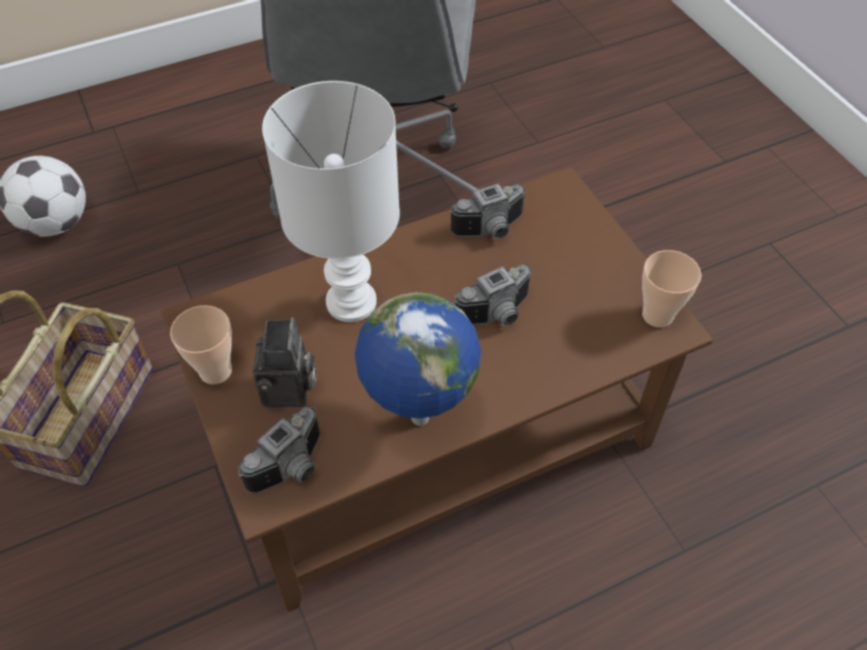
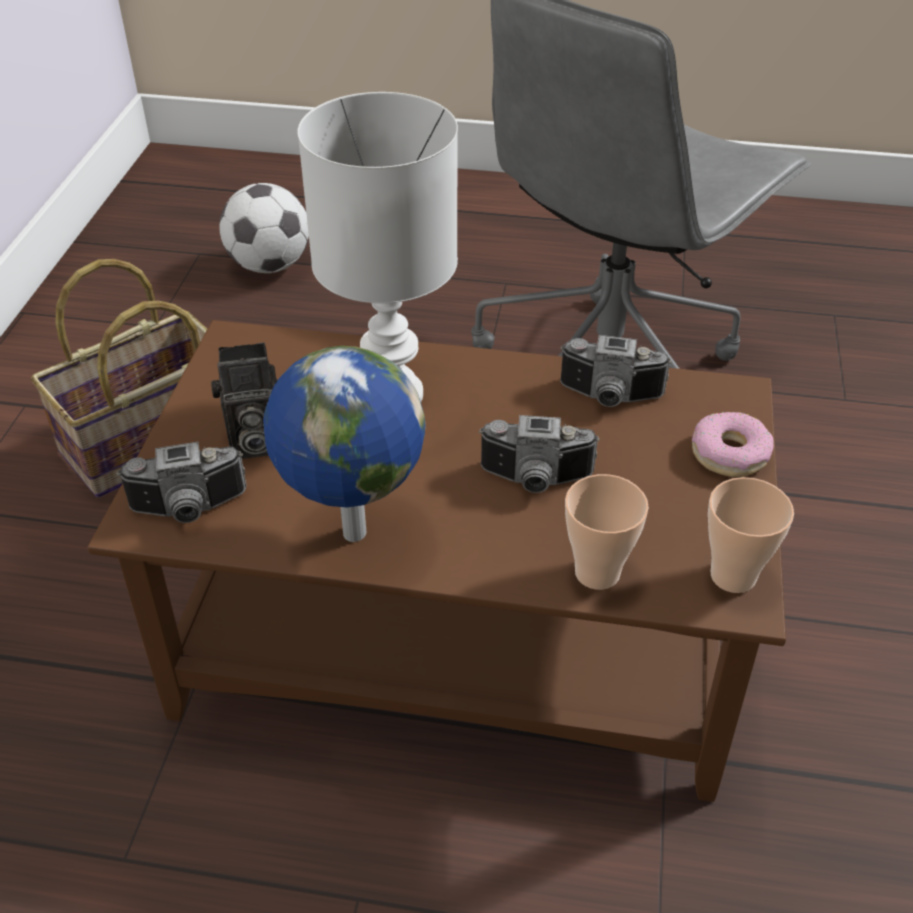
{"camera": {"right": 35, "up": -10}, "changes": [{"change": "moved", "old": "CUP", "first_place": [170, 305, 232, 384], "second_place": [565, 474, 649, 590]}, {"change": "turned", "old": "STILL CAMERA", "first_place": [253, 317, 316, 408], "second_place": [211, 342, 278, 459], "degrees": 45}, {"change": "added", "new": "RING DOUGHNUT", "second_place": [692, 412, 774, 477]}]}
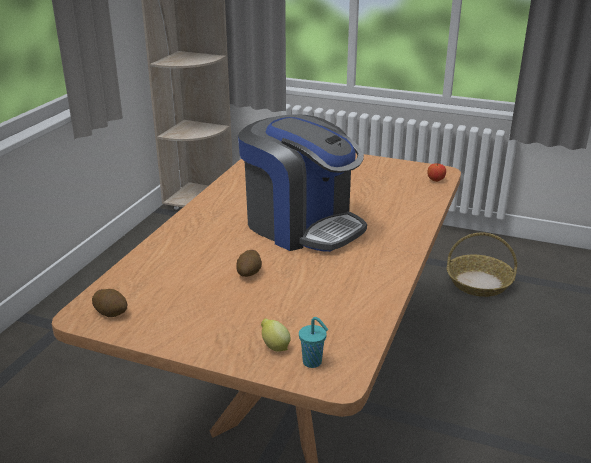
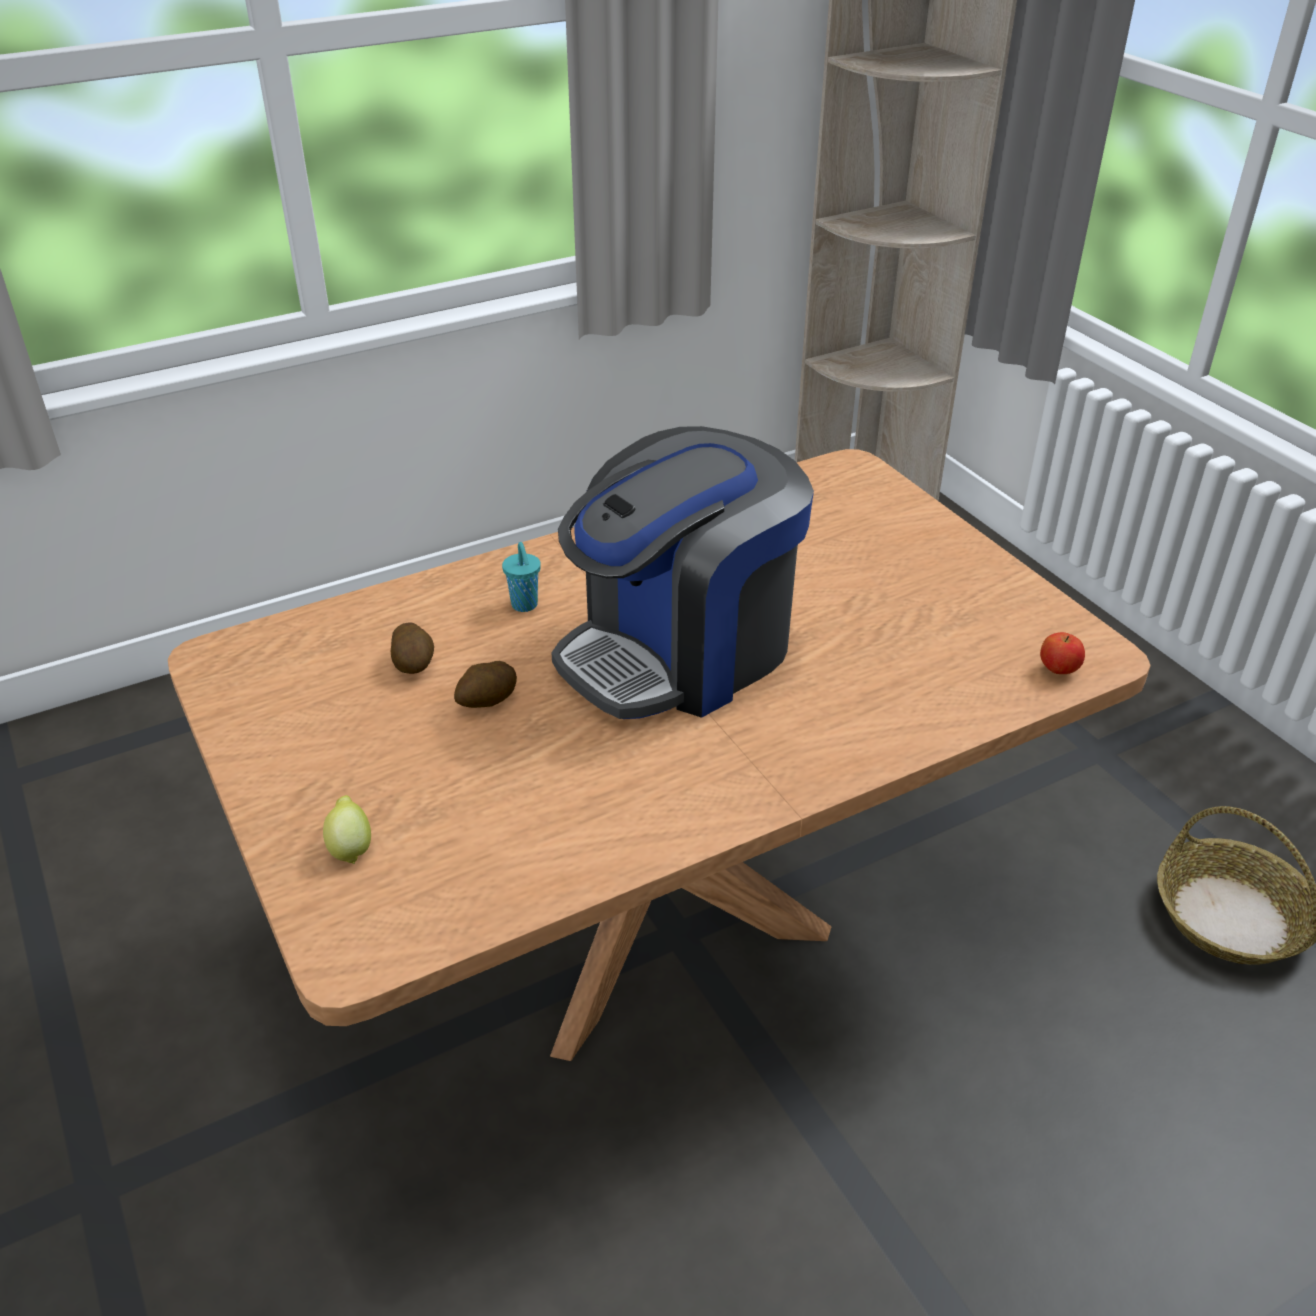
{"camera": {"right": 40, "up": 10}, "changes": [{"change": "turned", "old": "COFFEE BREWER", "first_place": [238, 114, 367, 252], "second_place": [551, 426, 814, 719], "degrees": 60}, {"change": "moved", "old": "WHOLE POTATO", "first_place": [92, 289, 128, 317], "second_place": [391, 622, 434, 674]}, {"change": "moved", "old": "TURQUOISE CUP", "first_place": [299, 317, 328, 368], "second_place": [502, 542, 541, 612]}]}
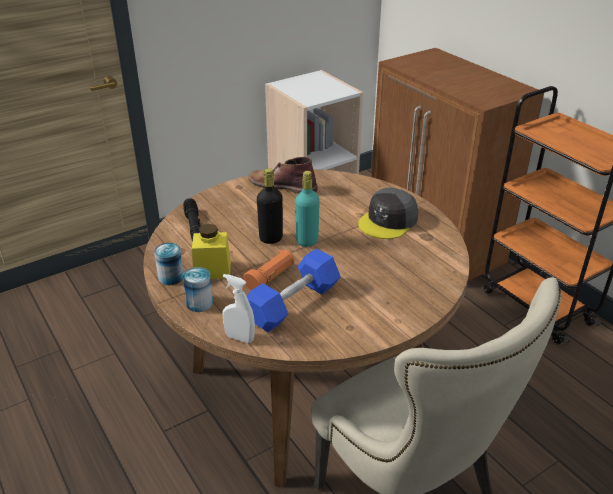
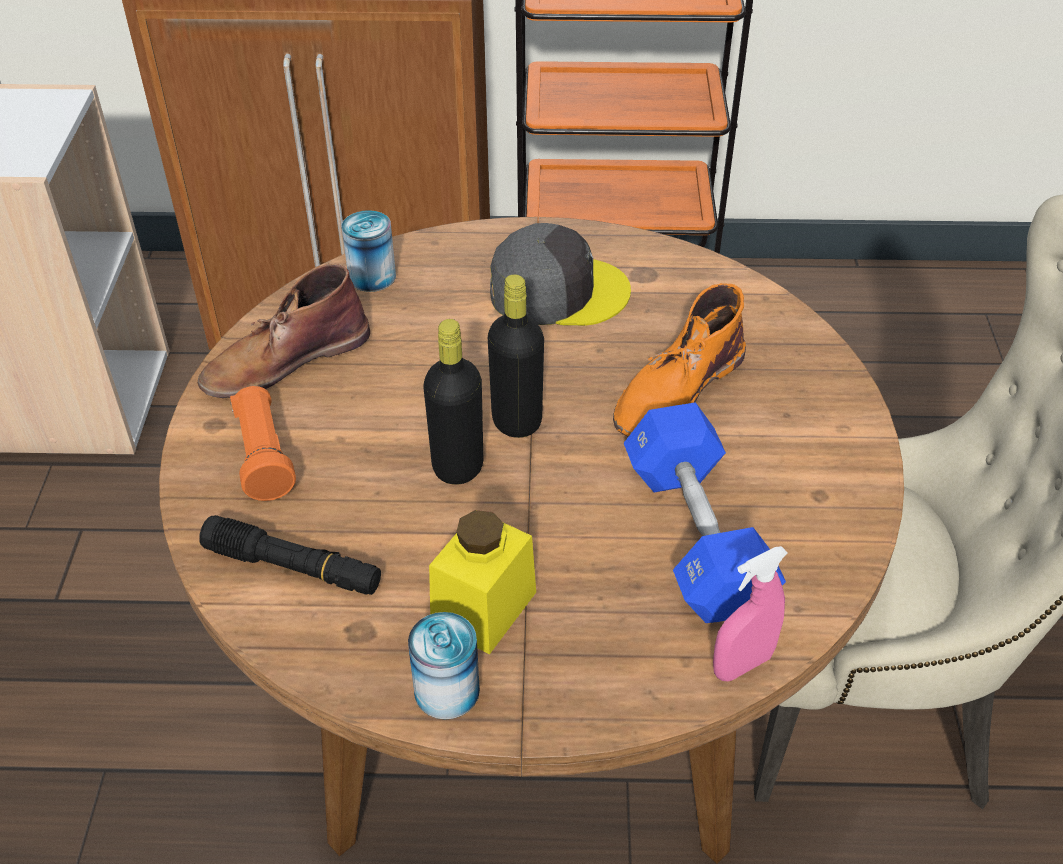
{"camera": {"right": -55, "up": 10}, "changes": [{"change": "recoloured", "old": "TURQUOISE DRINK BOTTLE", "new": "BLACK-COLOURED DRINK BOTTLE", "first_place": [295, 171, 320, 247], "second_place": [488, 274, 544, 438]}, {"change": "turned", "old": "GREY BASEBALL CAP", "first_place": [358, 187, 418, 239], "second_place": [490, 223, 631, 326], "degrees": -75}, {"change": "moved", "old": "ORANGE-COLOURED HAND TORCH", "first_place": [243, 250, 295, 291], "second_place": [230, 386, 296, 501]}, {"change": "moved", "old": "METAL CAN", "first_place": [183, 267, 213, 312], "second_place": [342, 210, 396, 292]}, {"change": "recoloured", "old": "WHITE-COLOURED SPRAYER", "new": "PINKISH SPRAYER", "first_place": [223, 274, 255, 343], "second_place": [713, 546, 788, 681]}, {"change": "added", "new": "ORANGE-COLOURED TALL BOOT", "second_place": [613, 283, 746, 437]}]}
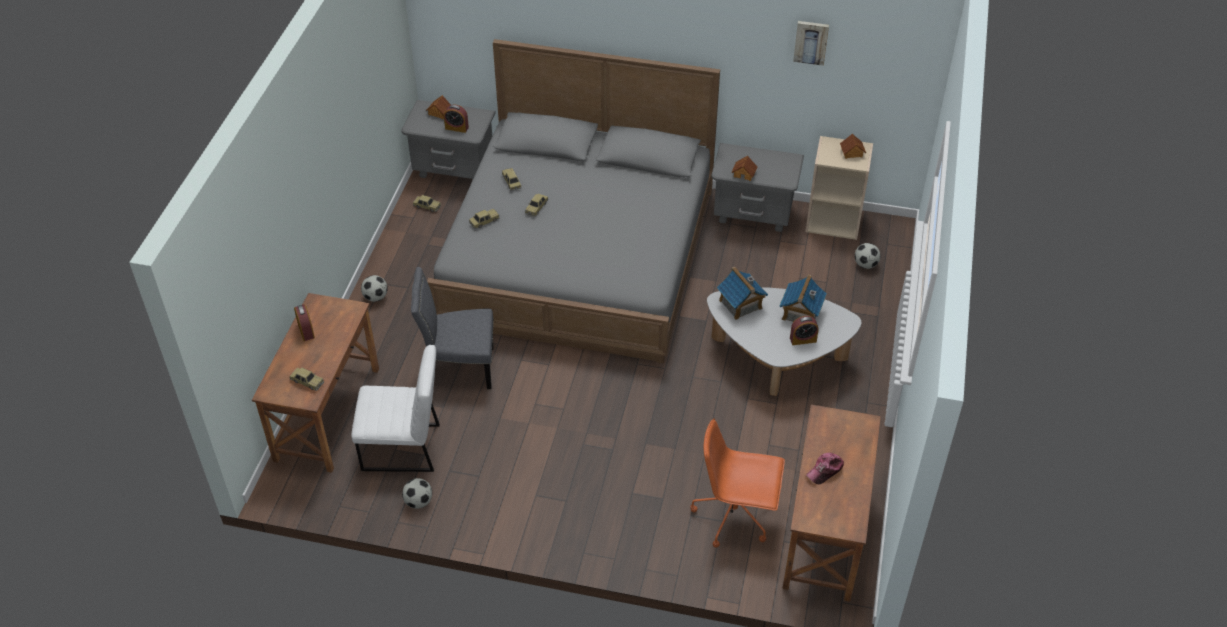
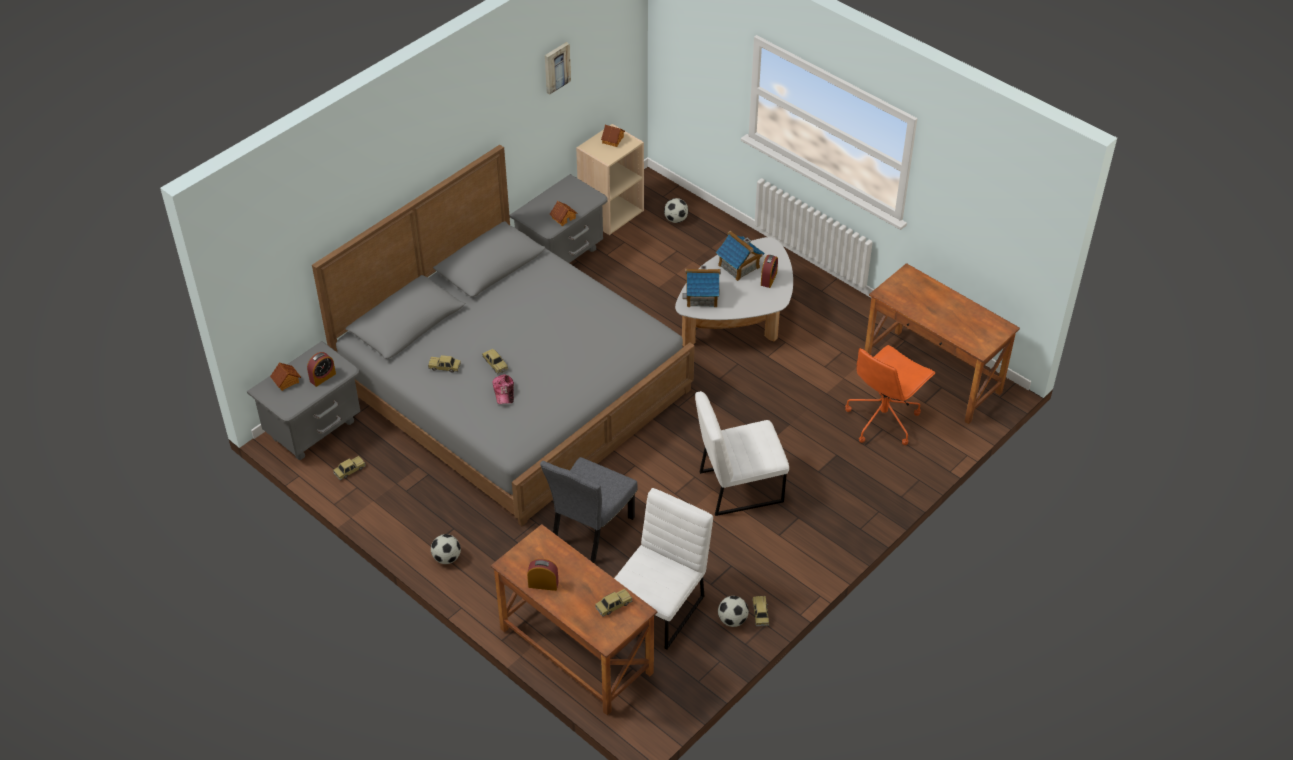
{"camera": {"right": -60, "up": 0}, "changes": [{"change": "moved", "old": "MINIATURE CAR", "first_place": [469, 209, 500, 229], "second_place": [752, 596, 769, 626]}, {"change": "moved", "old": "BASEBALL CAP", "first_place": [806, 453, 844, 484], "second_place": [493, 375, 514, 404]}, {"change": "added", "new": "WHITE-COLOURED PLAIN CHAIR", "second_place": [695, 391, 789, 516]}]}
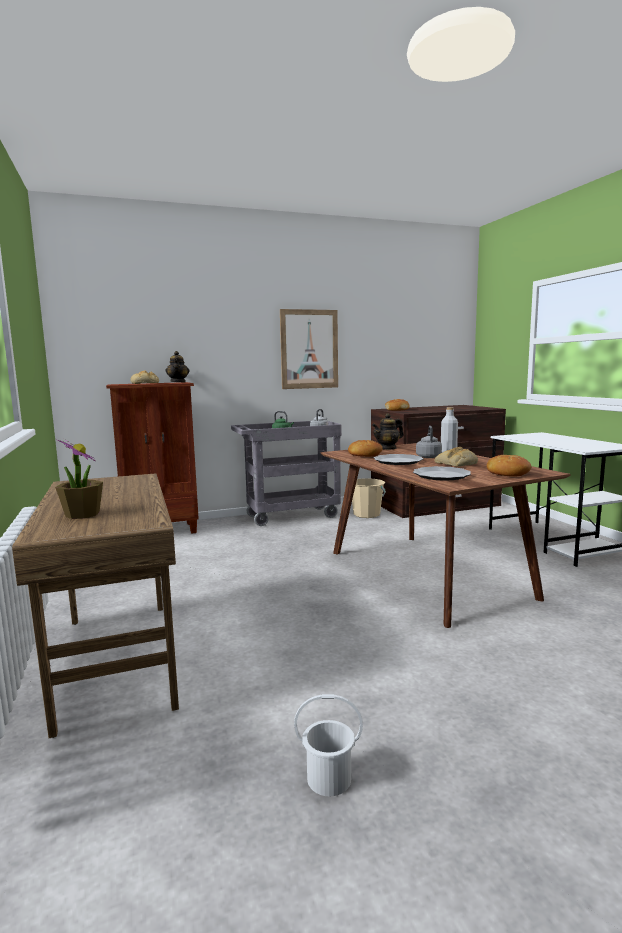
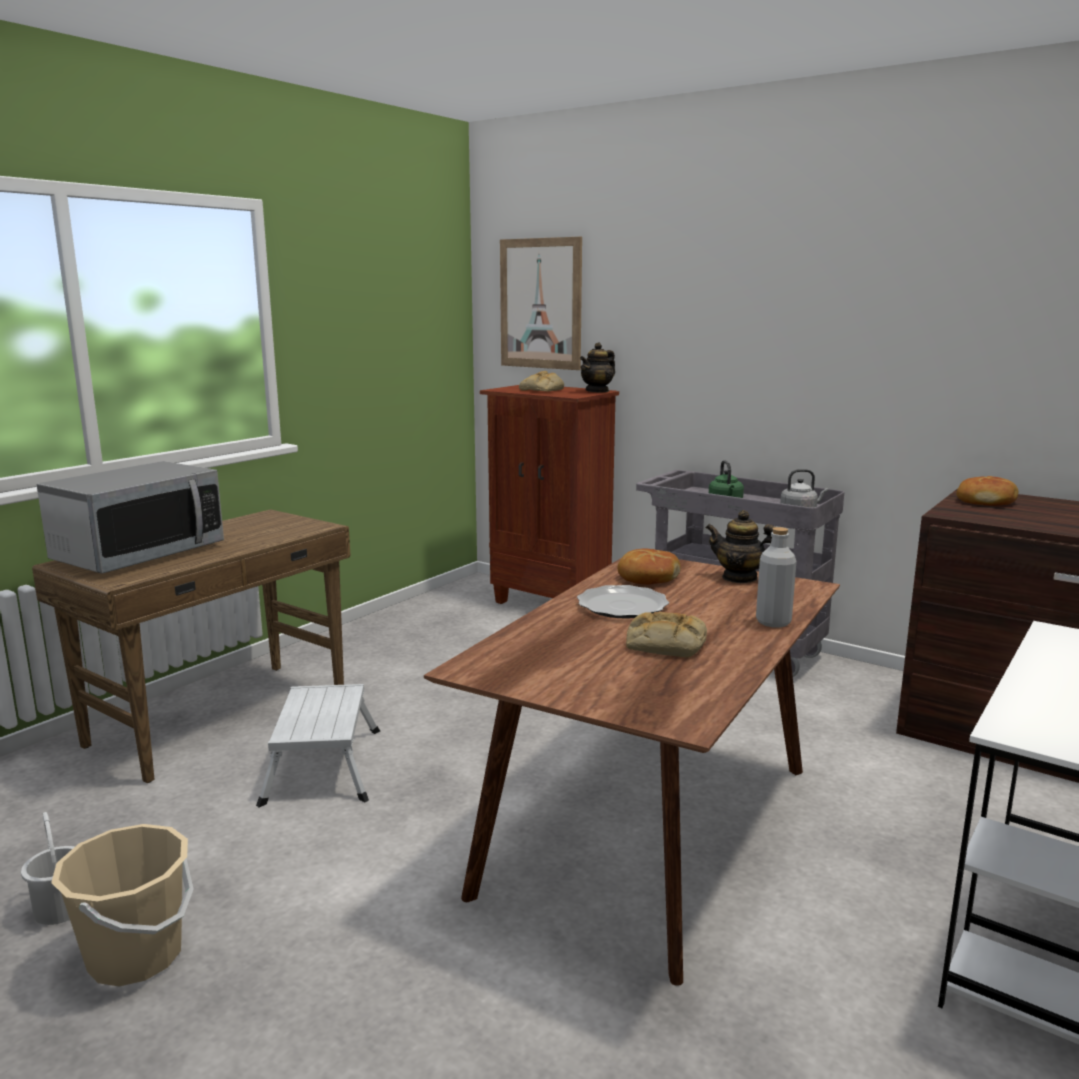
{"camera": {"right": 55, "up": 5}, "changes": [{"change": "moved", "old": "PICTURE", "first_place": [280, 309, 338, 389], "second_place": [500, 237, 582, 370]}, {"change": "removed", "old": "GREY KETTLE", "first_place": [416, 426, 442, 458]}, {"change": "replaced", "old": "POTTED PLANT", "new": "MICROWAVE", "first_place": [55, 439, 103, 519], "second_place": [37, 461, 224, 574]}, {"change": "removed", "old": "BAKED BREAD", "first_place": [487, 455, 531, 477]}, {"change": "removed", "old": "PLATE", "first_place": [413, 466, 471, 480]}, {"change": "moved", "old": "BEIGE-COLOURED BUCKET", "first_place": [352, 478, 386, 518], "second_place": [51, 824, 194, 986]}, {"change": "added", "new": "WHITE-COLOURED STEPLADDER", "second_place": [256, 684, 380, 808]}]}
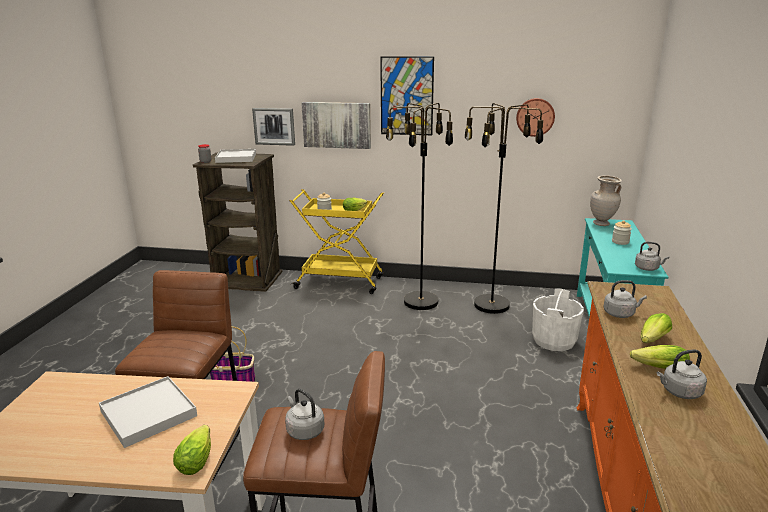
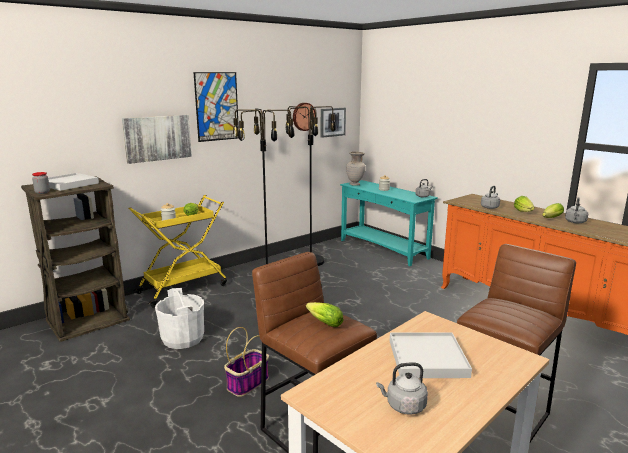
{"camera": {"right": -50, "up": -5}, "changes": [{"change": "moved", "old": "PICTURE", "first_place": [252, 108, 295, 146], "second_place": [321, 108, 346, 138]}, {"change": "moved", "old": "WHITE-COLOURED BUCKET", "first_place": [532, 288, 584, 351], "second_place": [155, 288, 204, 349]}, {"change": "moved", "old": "GREY KETTLE", "first_place": [285, 389, 324, 440], "second_place": [376, 362, 428, 415]}, {"change": "moved", "old": "HEAD OF LETTUCE", "first_place": [173, 425, 211, 475], "second_place": [306, 302, 344, 327]}]}
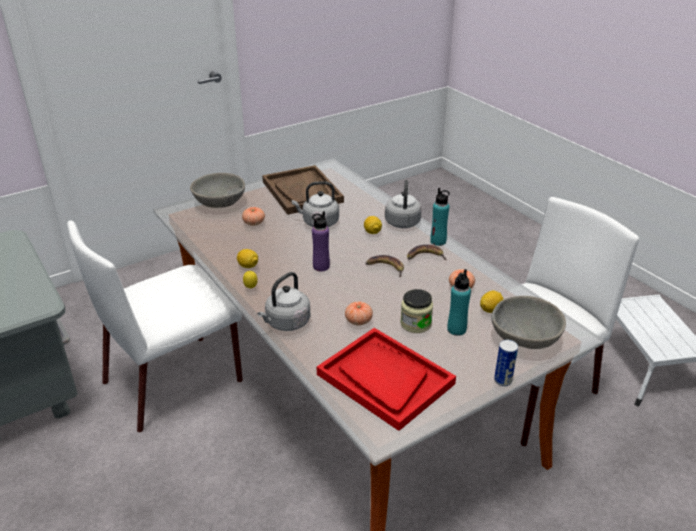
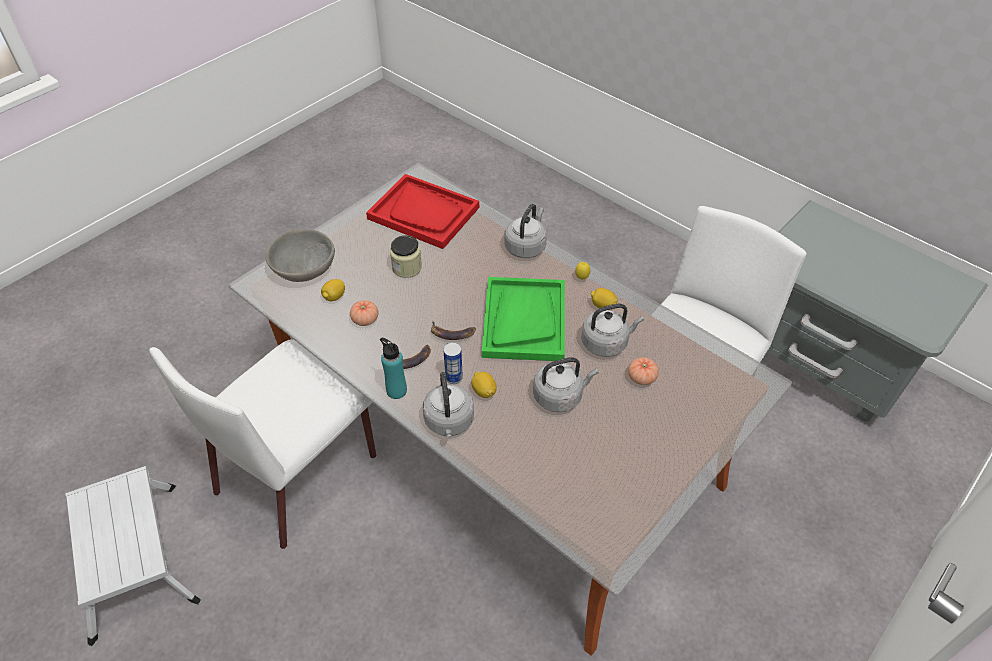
{"camera": {"right": 165, "up": 15}, "changes": [{"change": "removed", "old": "BROWN-COLOURED TRAY", "first_place": [262, 165, 344, 215]}, {"change": "removed", "old": "GREY SERVING BOWL", "first_place": [190, 173, 245, 208]}, {"change": "replaced", "old": "PURPLE-COLOURED DRINK BOTTLE", "new": "GREEN-COLOURED TRAY", "first_place": [312, 211, 330, 271], "second_place": [482, 277, 565, 361]}, {"change": "removed", "old": "TURQUOISE DRINK BOTTLE", "first_place": [447, 269, 471, 336]}, {"change": "removed", "old": "TOMATO", "first_place": [345, 301, 373, 326]}, {"change": "moved", "old": "METAL CAN", "first_place": [494, 340, 518, 386], "second_place": [443, 342, 463, 384]}, {"change": "added", "new": "GREY KETTLE", "second_place": [581, 304, 644, 357]}]}
